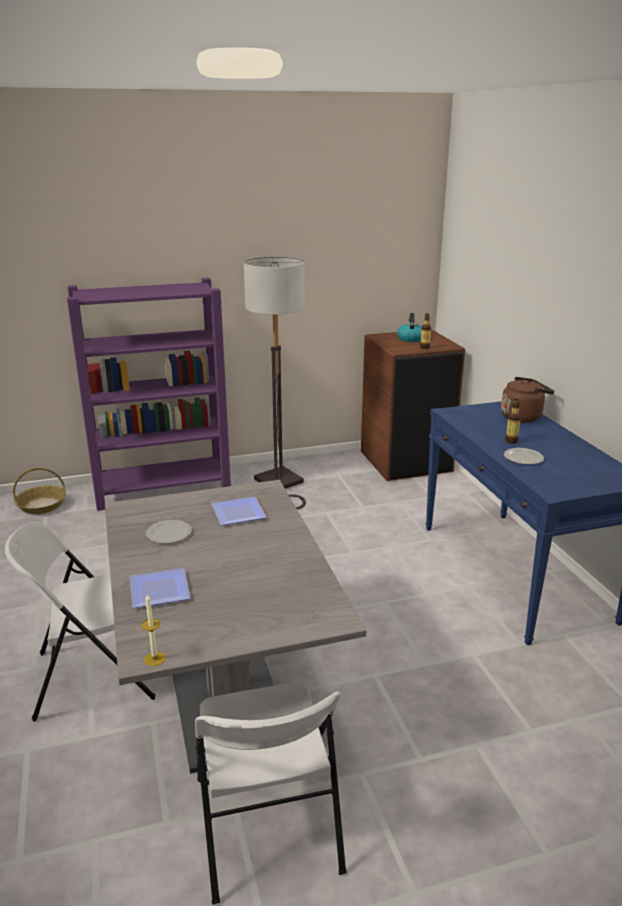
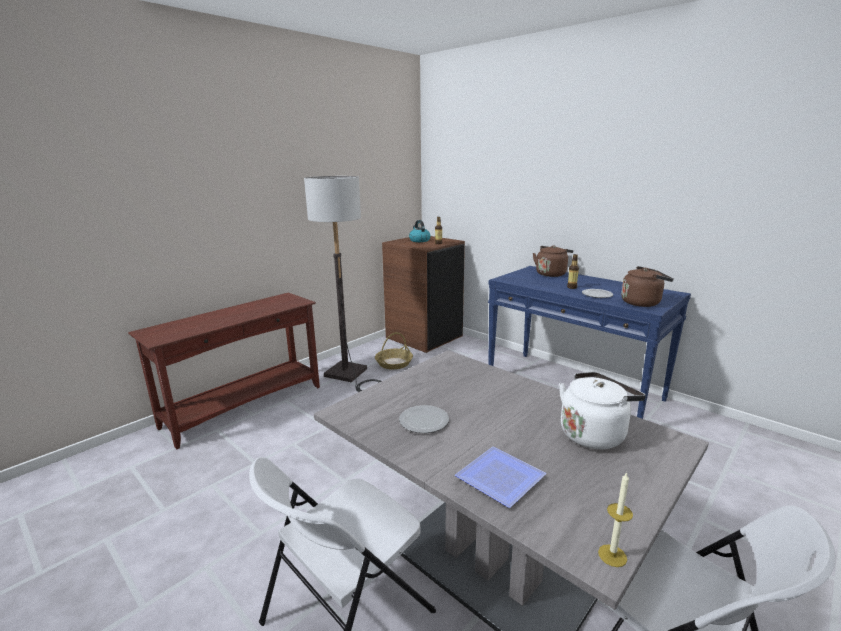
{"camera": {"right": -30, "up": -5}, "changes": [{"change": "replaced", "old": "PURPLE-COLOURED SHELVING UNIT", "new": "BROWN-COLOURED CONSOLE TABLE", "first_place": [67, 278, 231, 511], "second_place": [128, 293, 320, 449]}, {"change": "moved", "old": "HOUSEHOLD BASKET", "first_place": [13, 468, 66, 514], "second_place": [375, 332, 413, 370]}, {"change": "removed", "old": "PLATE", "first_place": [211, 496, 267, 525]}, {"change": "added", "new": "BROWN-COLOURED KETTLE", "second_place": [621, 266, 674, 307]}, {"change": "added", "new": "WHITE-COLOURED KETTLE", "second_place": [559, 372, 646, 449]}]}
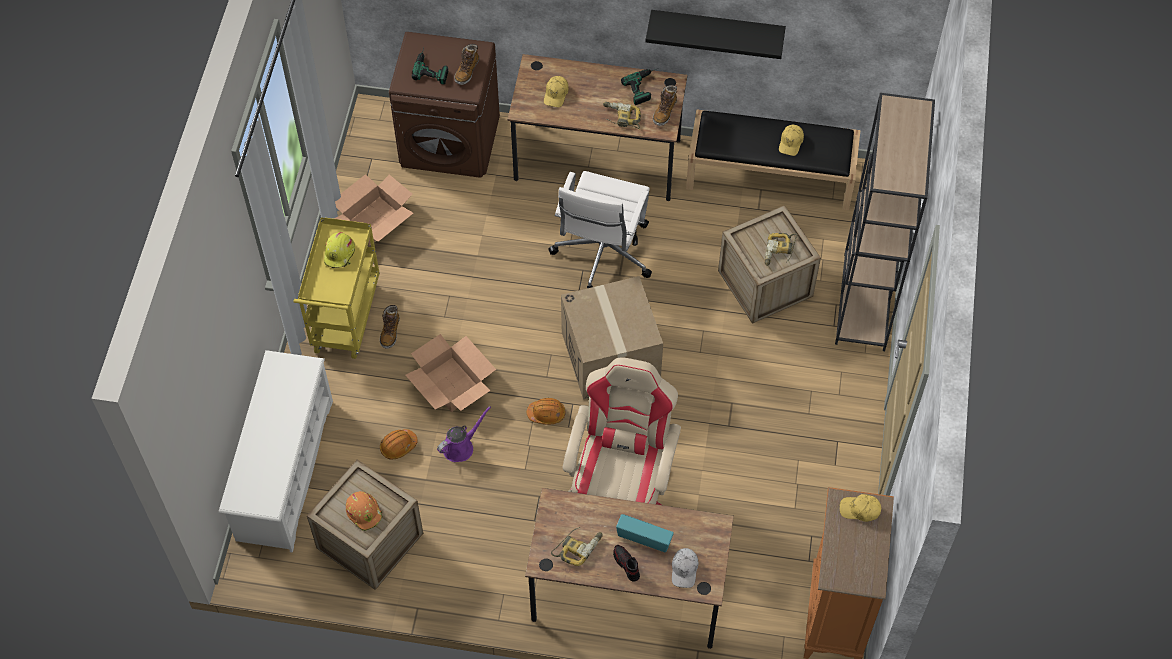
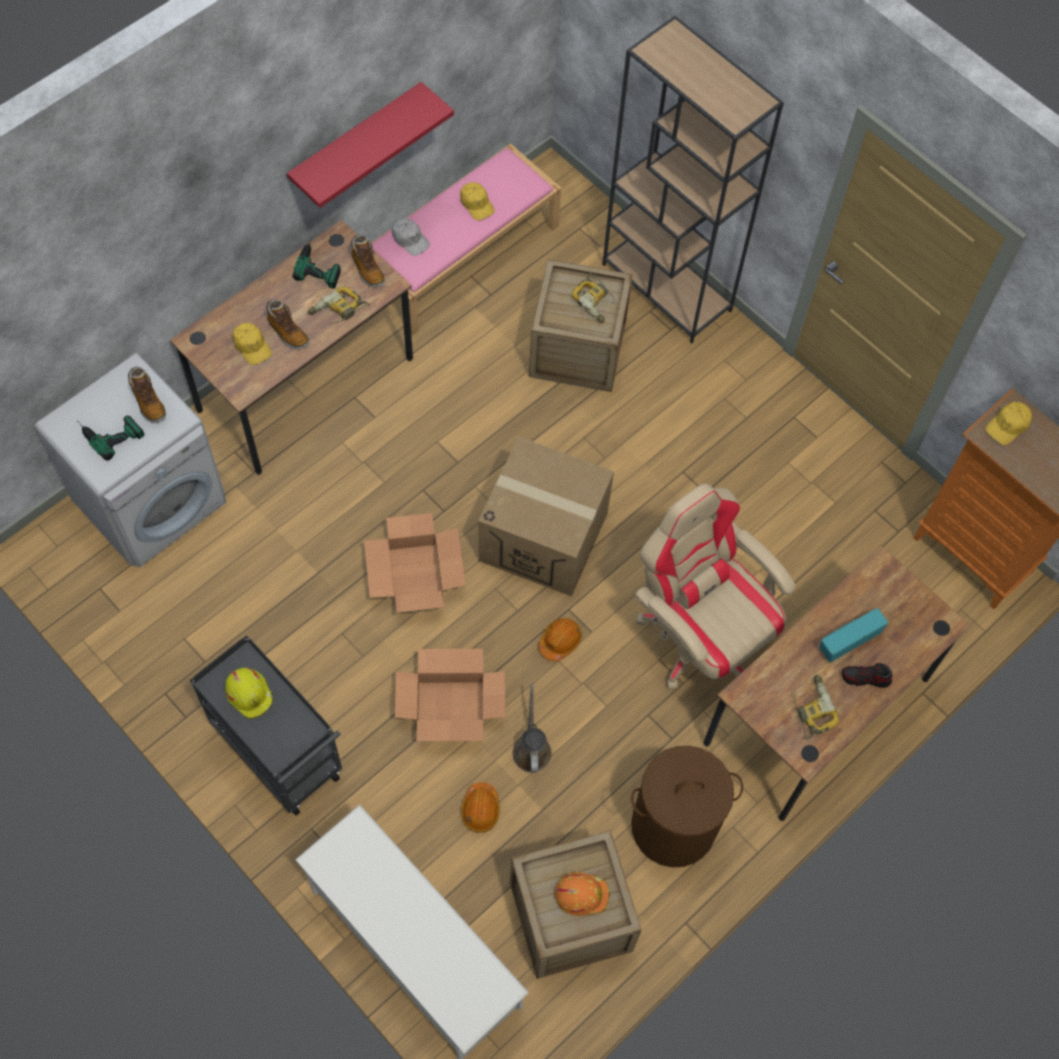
{"camera": {"right": -55, "up": 5}, "changes": [{"change": "recoloured", "old": "BLACK-COLOURED WALL SHELF", "new": "RED-COLOURED WALL SHELF", "first_place": [645, 10, 786, 59], "second_place": [287, 82, 454, 208]}, {"change": "recoloured", "old": "BROWN-COLOURED WASHING MACHINE", "new": "WHITE-COLOURED WASHING MACHINE", "first_place": [389, 32, 500, 178], "second_place": [34, 353, 226, 567]}, {"change": "recoloured", "old": "BLACK-COLOURED LONG SEAT", "new": "PINKISH LONG SEAT", "first_place": [686, 109, 861, 210], "second_place": [371, 143, 561, 336]}, {"change": "removed", "old": "WHITE-COLOURED COMPUTER CHAIR", "first_place": [548, 171, 652, 288]}, {"change": "moved", "old": "CARDBOARD BOX", "first_place": [334, 174, 413, 245], "second_place": [364, 513, 465, 613]}, {"change": "recoloured", "old": "YELLOW-COLOURED WHEELED CART", "new": "GREY WHEELED CART", "first_place": [294, 217, 380, 359], "second_place": [190, 636, 342, 815]}, {"change": "moved", "old": "TALL BOOT", "first_place": [380, 305, 400, 349], "second_place": [266, 300, 309, 350]}, {"change": "recoloured", "old": "PURPLE-COLOURED SPRINKLING CAN", "new": "BROWN-COLOURED SPRINKLING CAN", "first_place": [437, 406, 491, 462], "second_place": [513, 683, 552, 773]}, {"change": "moved", "old": "WHITE-COLOURED BASEBALL CAP", "first_place": [672, 548, 699, 588], "second_place": [392, 218, 430, 256]}, {"change": "added", "new": "BROWN-COLOURED WASHING BASKET", "second_place": [631, 746, 743, 867]}]}
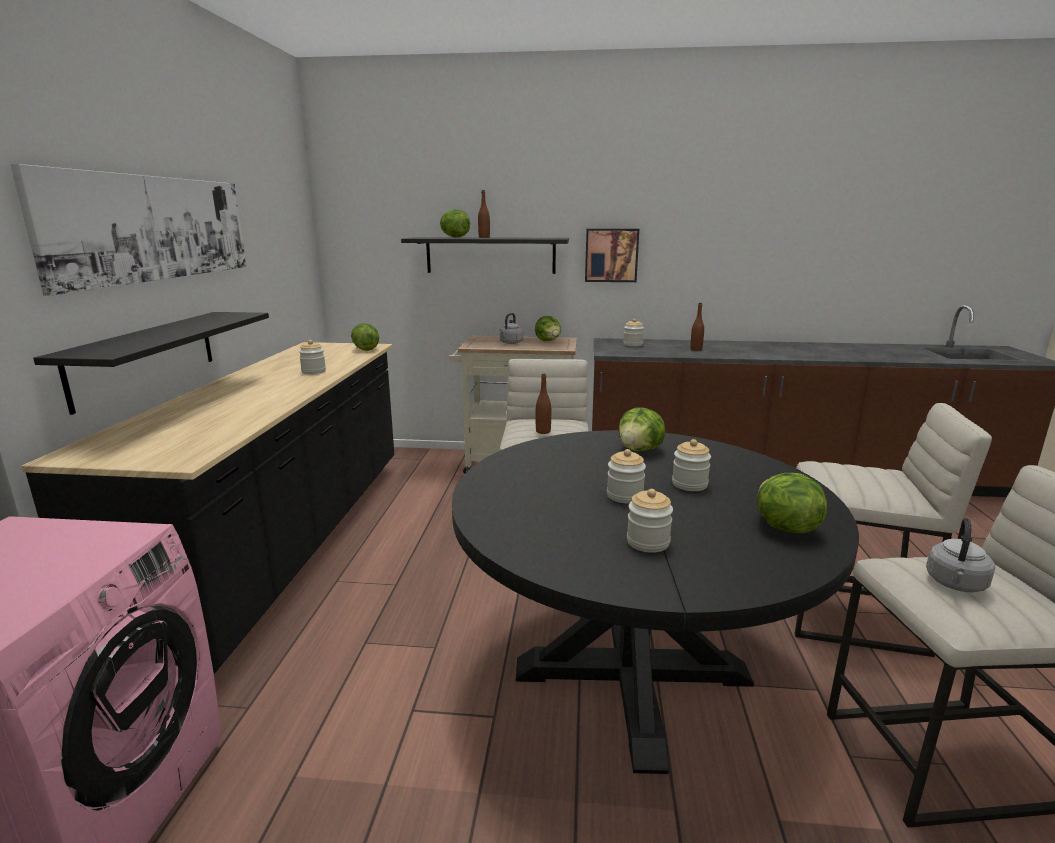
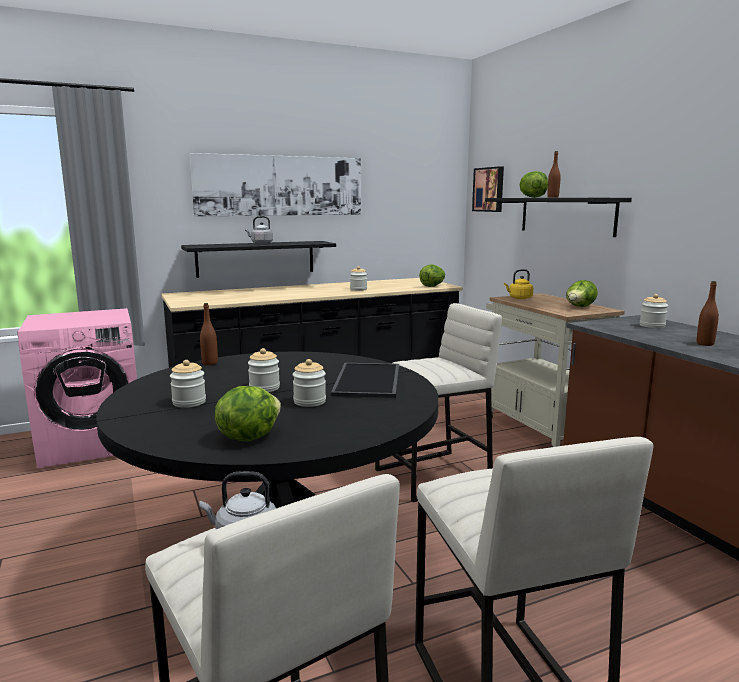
{"camera": {"right": 60, "up": -5}, "changes": [{"change": "moved", "old": "PICTURE", "first_place": [585, 229, 639, 282], "second_place": [472, 166, 504, 212]}, {"change": "moved", "old": "GREY KETTLE", "first_place": [499, 313, 523, 344], "second_place": [245, 216, 273, 244]}, {"change": "moved", "old": "BROWN-COLOURED DRINK BOTTLE", "first_place": [536, 374, 551, 434], "second_place": [200, 303, 218, 365]}, {"change": "replaced", "old": "HEAD OF LETTUCE", "new": "TRAY", "first_place": [618, 407, 666, 451], "second_place": [331, 363, 399, 398]}, {"change": "added", "new": "YELLOW-COLOURED KETTLE", "second_place": [504, 269, 533, 299]}]}
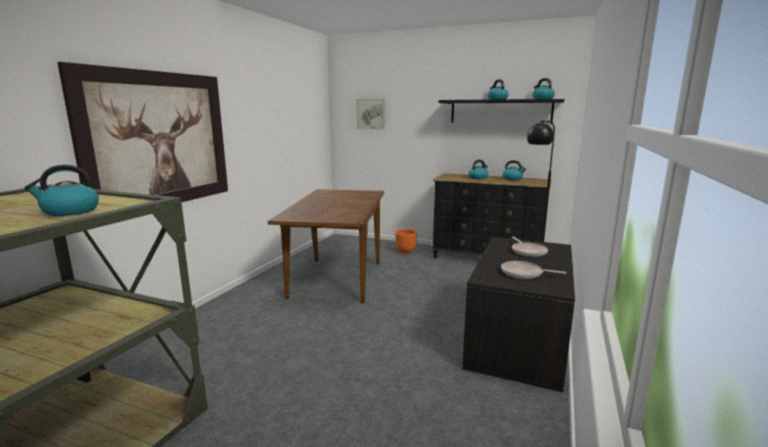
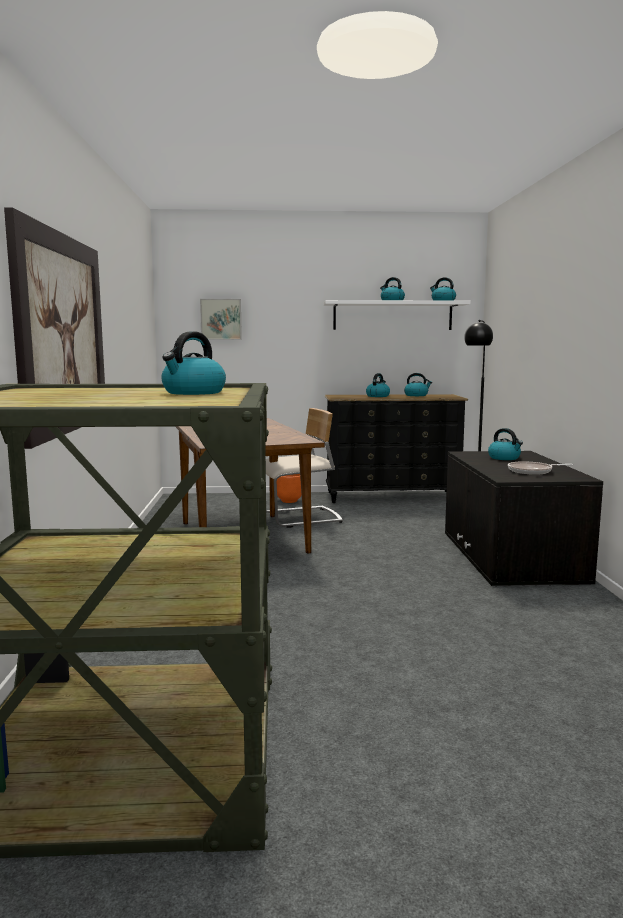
{"camera": {"right": -25, "up": -5}, "changes": [{"change": "recoloured", "old": "BLACK-COLOURED WALL SHELF", "new": "WHITE-COLOURED WALL SHELF", "first_place": [438, 99, 564, 124], "second_place": [323, 300, 470, 330]}, {"change": "replaced", "old": "FRYING PAN", "new": "KETTLE", "first_place": [512, 237, 548, 257], "second_place": [488, 428, 523, 460]}, {"change": "added", "new": "BEIGE-COLOURED PLAIN CHAIR", "second_place": [266, 408, 343, 528]}]}
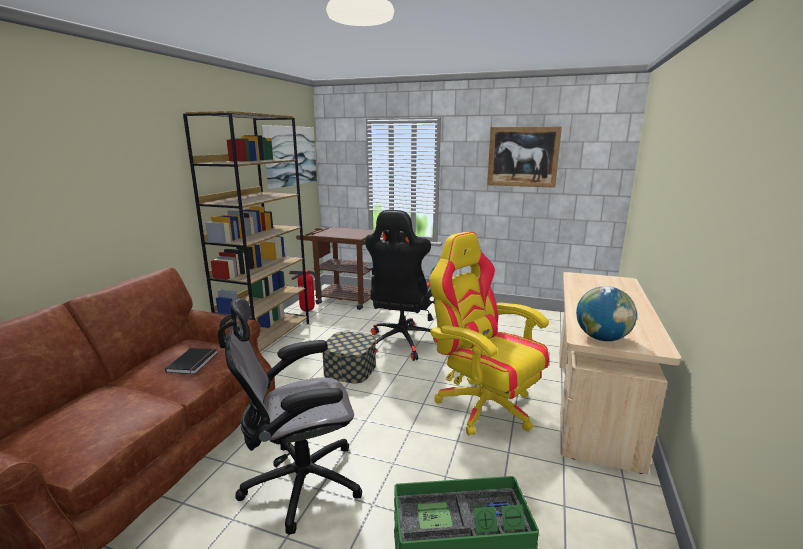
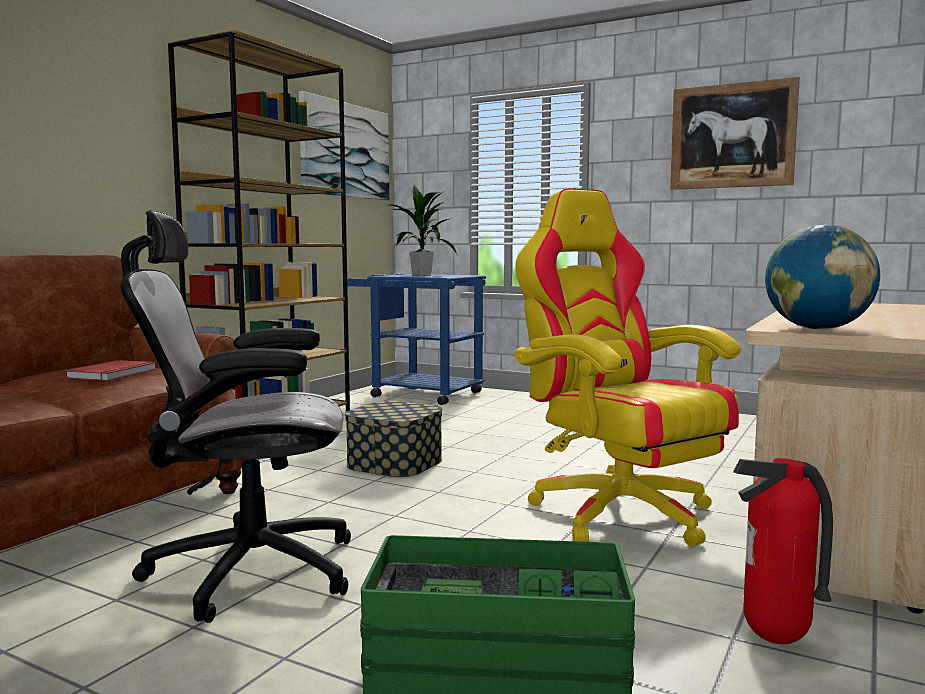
{"camera": {"right": 10, "up": -10}, "changes": [{"change": "removed", "old": "BLACK-COLOURED COMPUTER CHAIR", "first_place": [365, 210, 437, 361]}, {"change": "recoloured", "old": "BROWN-COLOURED WHEELED CART", "new": "BLUISH WHEELED CART", "first_place": [296, 227, 375, 310], "second_place": [347, 273, 486, 405]}, {"change": "moved", "old": "FIRE EXTINGUISHER", "first_place": [289, 270, 321, 312], "second_place": [733, 458, 833, 644]}, {"change": "recoloured", "old": "BLACK-COLOURED VOLUME", "new": "RED-COLOURED VOLUME", "first_place": [165, 348, 218, 374], "second_place": [65, 360, 156, 381]}, {"change": "added", "new": "POTTED PLANT", "second_place": [390, 184, 457, 276]}]}
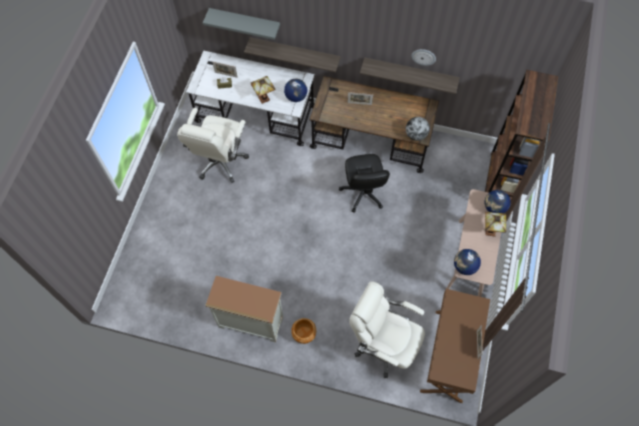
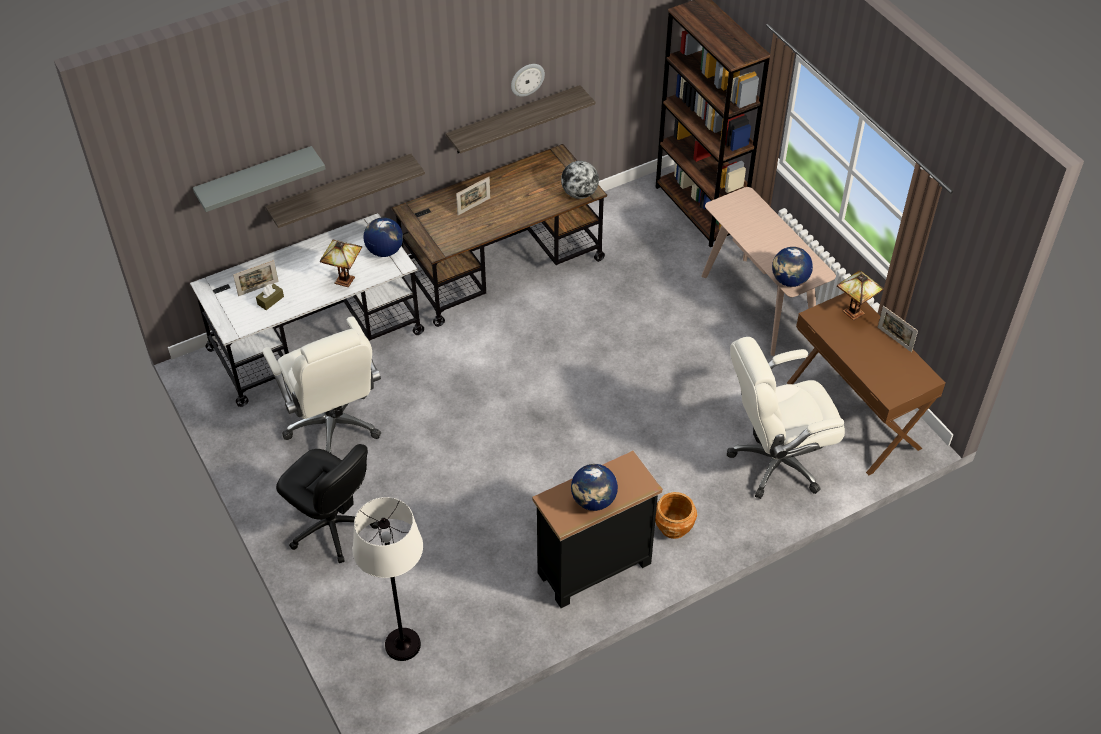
{"camera": {"right": -45, "up": -15}, "changes": [{"change": "moved", "old": "BLACK-COLOURED COMPUTER CHAIR", "first_place": [339, 154, 390, 213], "second_place": [276, 444, 379, 563]}, {"change": "moved", "old": "DESK GLOBE", "first_place": [485, 190, 511, 213], "second_place": [571, 464, 618, 511]}, {"change": "moved", "old": "LAMP FOR A TABLE", "first_place": [485, 212, 506, 237], "second_place": [837, 270, 884, 321]}, {"change": "recoloured", "old": "WHITE-COLOURED DRESSER", "new": "BLACK-COLOURED DRESSER", "first_place": [205, 276, 283, 343], "second_place": [532, 451, 663, 608]}, {"change": "added", "new": "WHITE-COLOURED FLOOR LAMP", "second_place": [352, 497, 423, 661]}]}
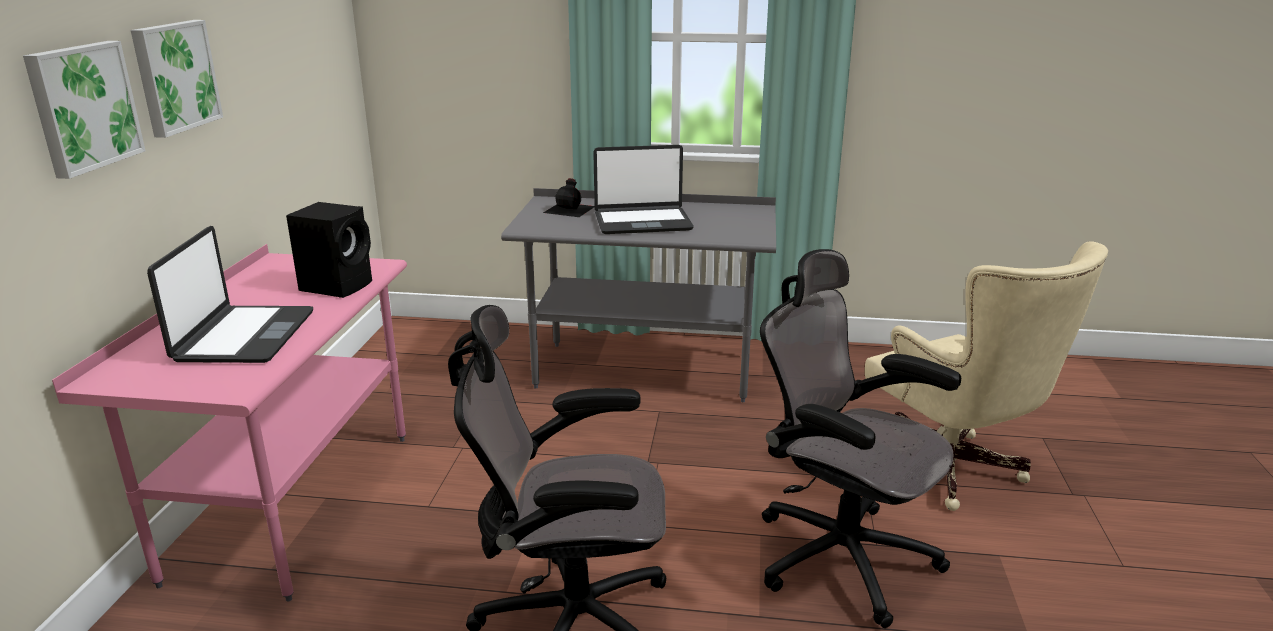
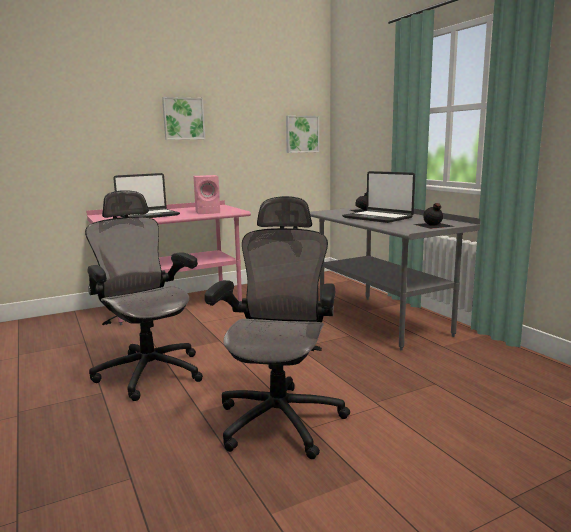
{"camera": {"right": 55, "up": -10}, "changes": [{"change": "moved", "old": "PICTURE", "first_place": [23, 41, 146, 179], "second_place": [286, 116, 319, 153]}, {"change": "recoloured", "old": "BLACK-COLOURED SPEAKER", "new": "PINKISH SPEAKER", "first_place": [286, 202, 372, 298], "second_place": [193, 175, 220, 214]}, {"change": "removed", "old": "BEIGE-COLOURED COMPUTER CHAIR", "first_place": [865, 241, 1108, 511]}, {"change": "added", "new": "BLACK-COLOURED DRINK BOTTLE", "second_place": [413, 203, 454, 229]}]}
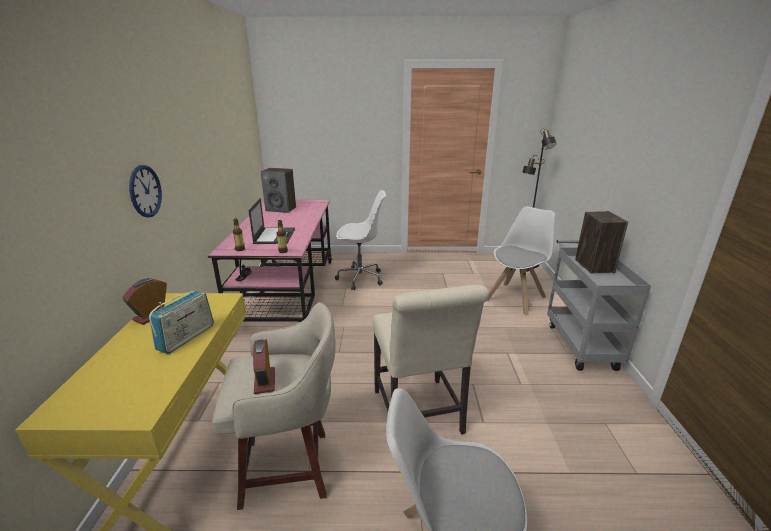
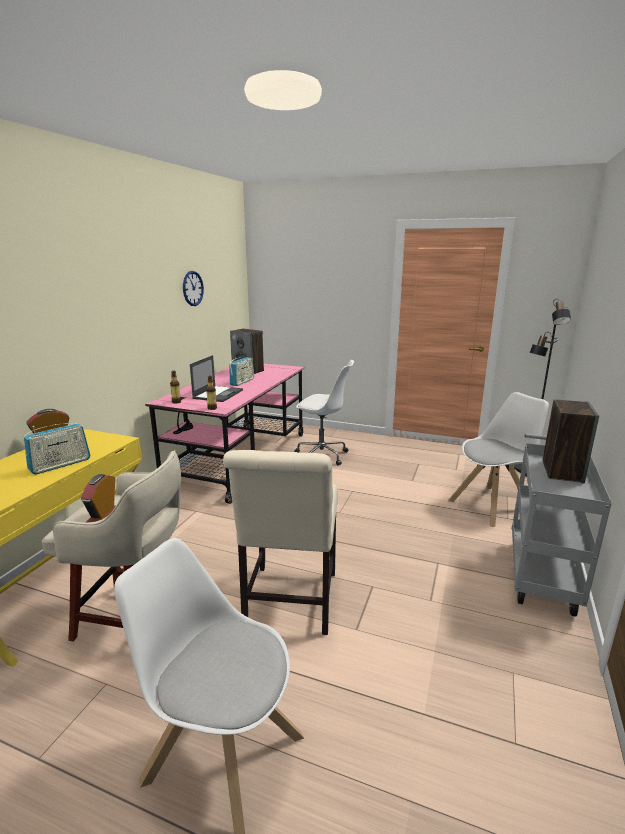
{"camera": {"right": 20, "up": -5}, "changes": [{"change": "moved", "old": "HANGING CLOCK", "first_place": [129, 165, 162, 218], "second_place": [183, 271, 204, 306]}, {"change": "added", "new": "RADIO SET", "second_place": [229, 357, 254, 386]}]}
